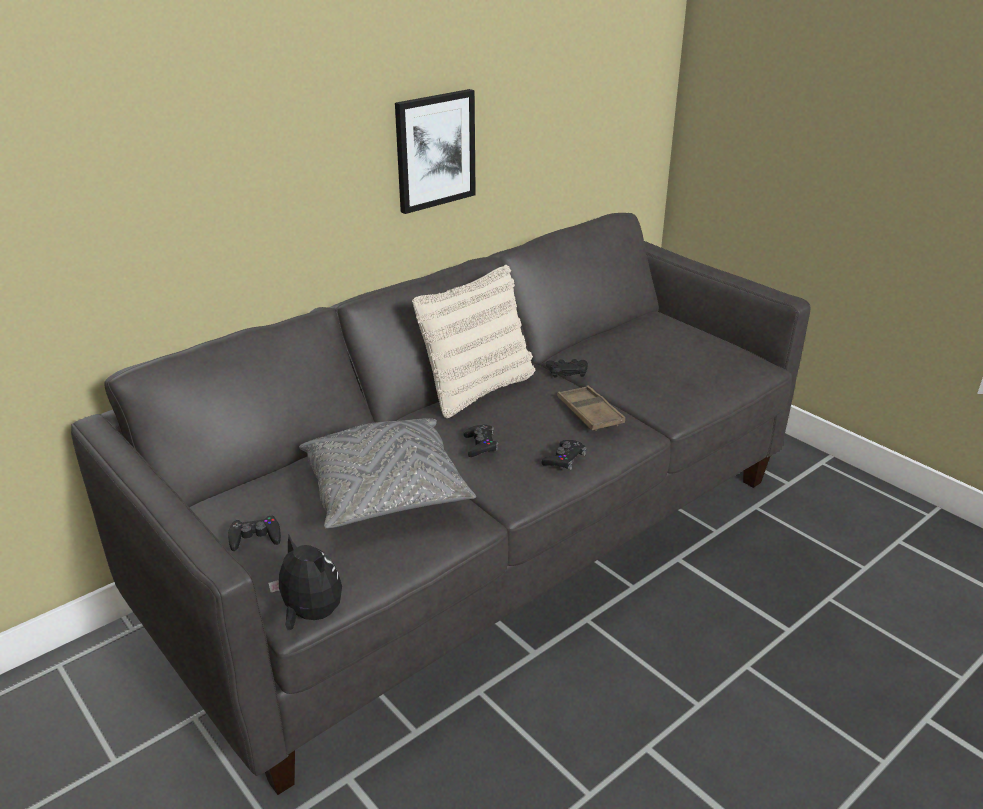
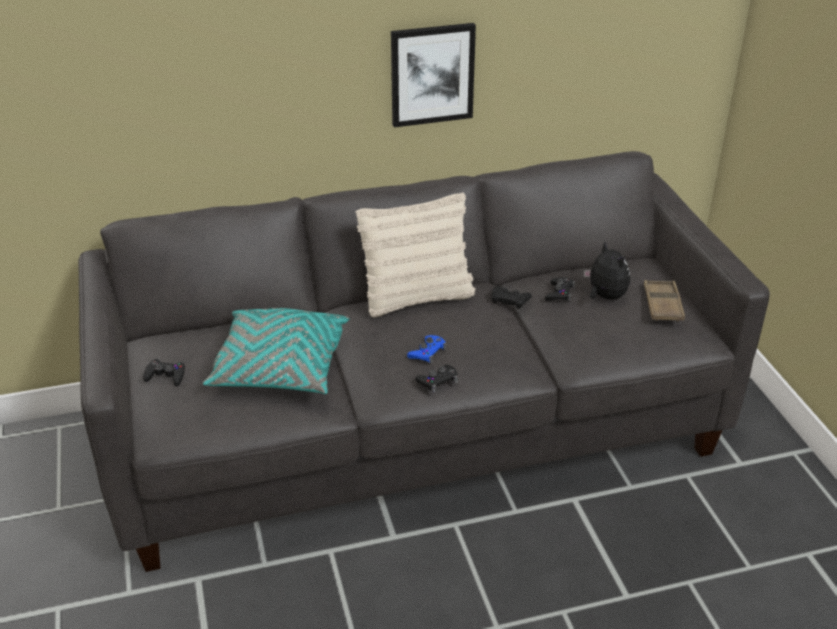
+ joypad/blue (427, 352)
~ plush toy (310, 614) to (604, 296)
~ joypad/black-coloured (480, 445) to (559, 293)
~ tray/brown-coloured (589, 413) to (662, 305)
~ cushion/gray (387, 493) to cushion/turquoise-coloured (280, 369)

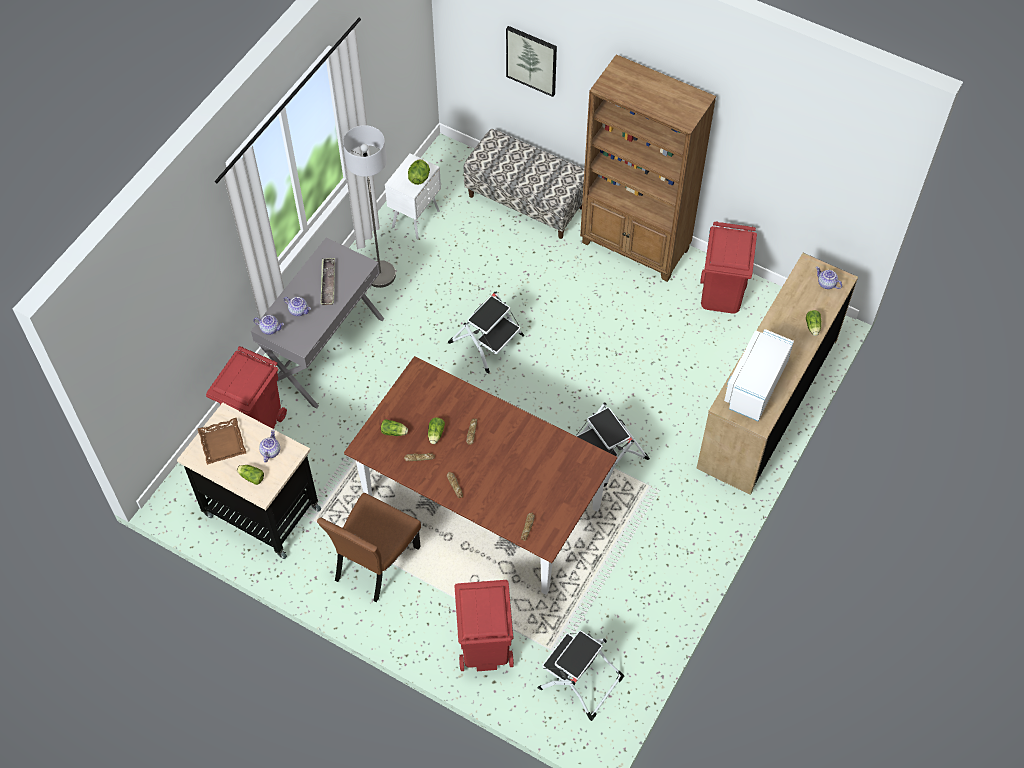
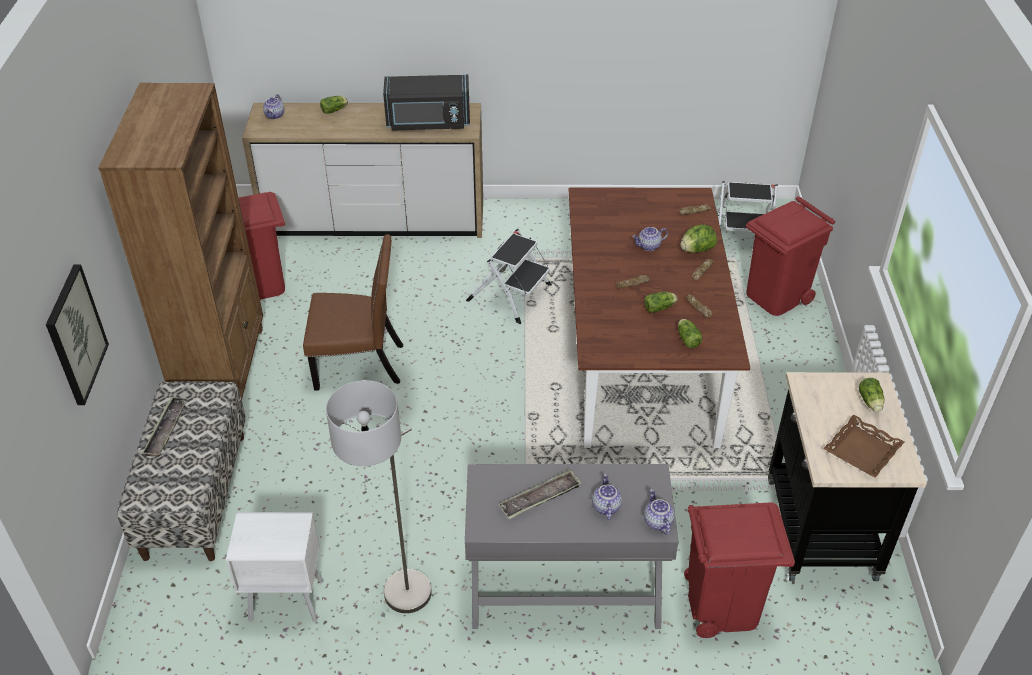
- step ladder (486, 341)
+ tray (166, 429)
~ pot for tea (270, 451) to (649, 246)
~ upright chair/brown-coloured (376, 560) to (357, 365)
~ lettuce head (419, 177) to (696, 250)
~ kitchen microwave/white (754, 384) to kitchen microwave/black-coloured (428, 122)

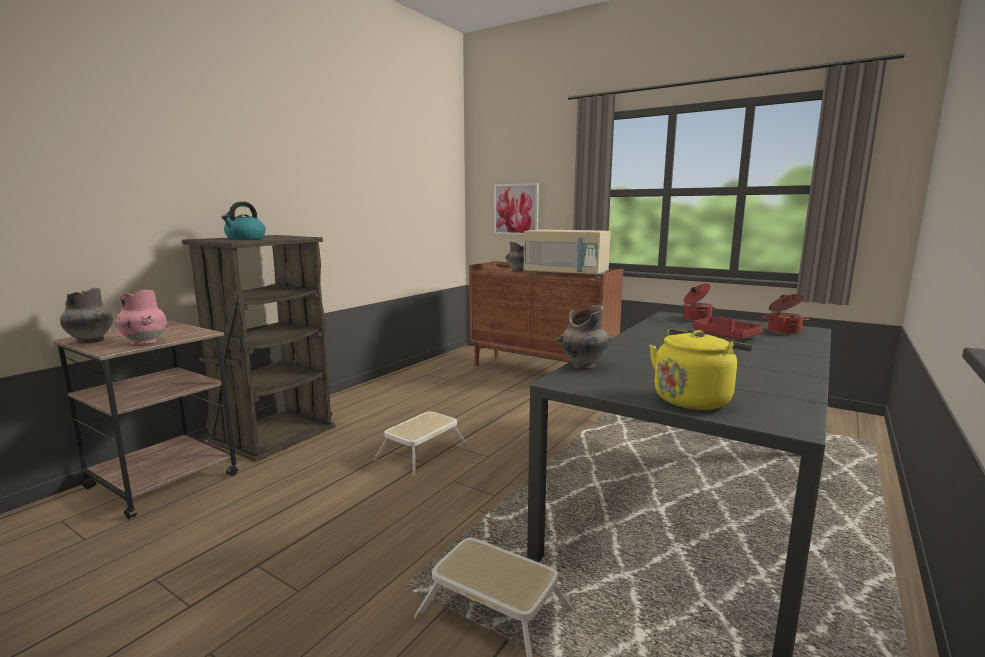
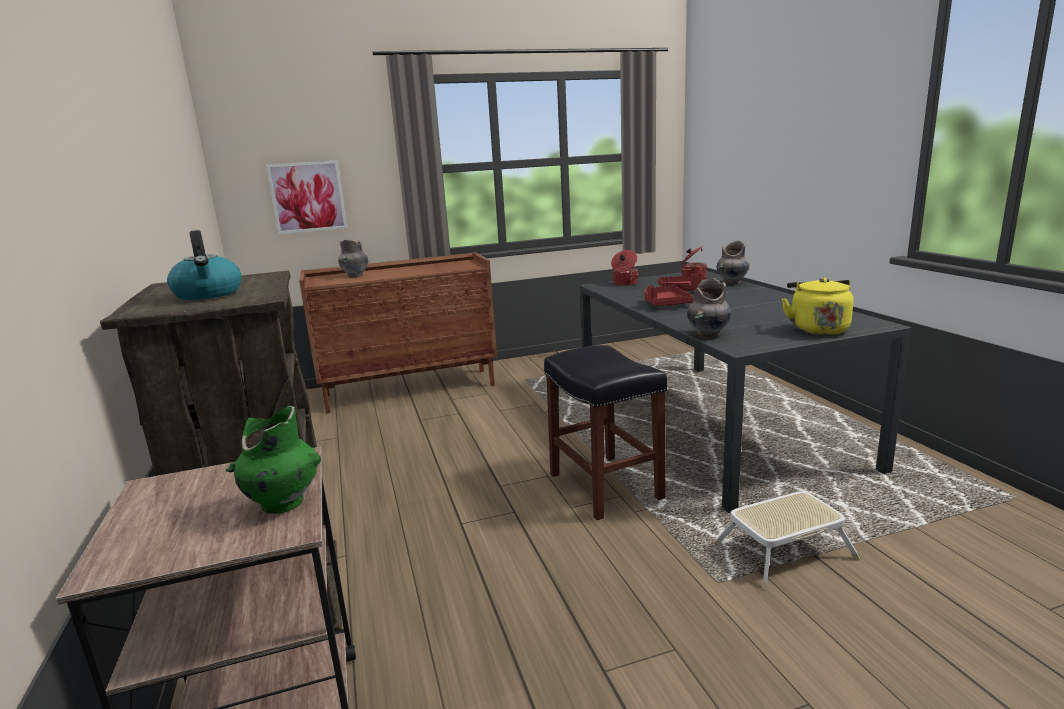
- step ladder/sand-coloured (422, 453)
- kitchen microwave/sand-coloured (566, 275)
+ sitting stool/black-coloured (603, 486)
+ tray/red (665, 304)
~ decorative vase/gray (90, 341) to (731, 282)
~ decorative vase/pinkish (144, 342) to decorative vase/green-coloured (282, 503)

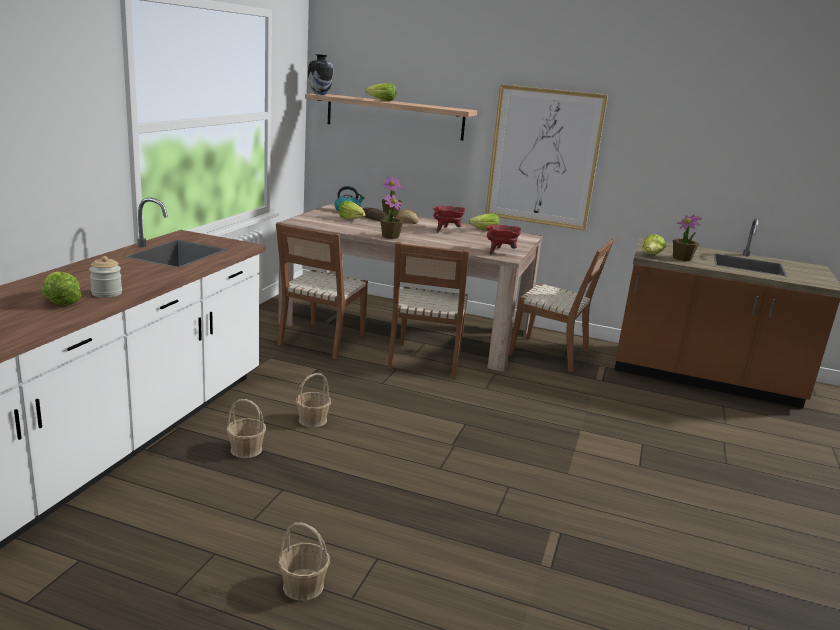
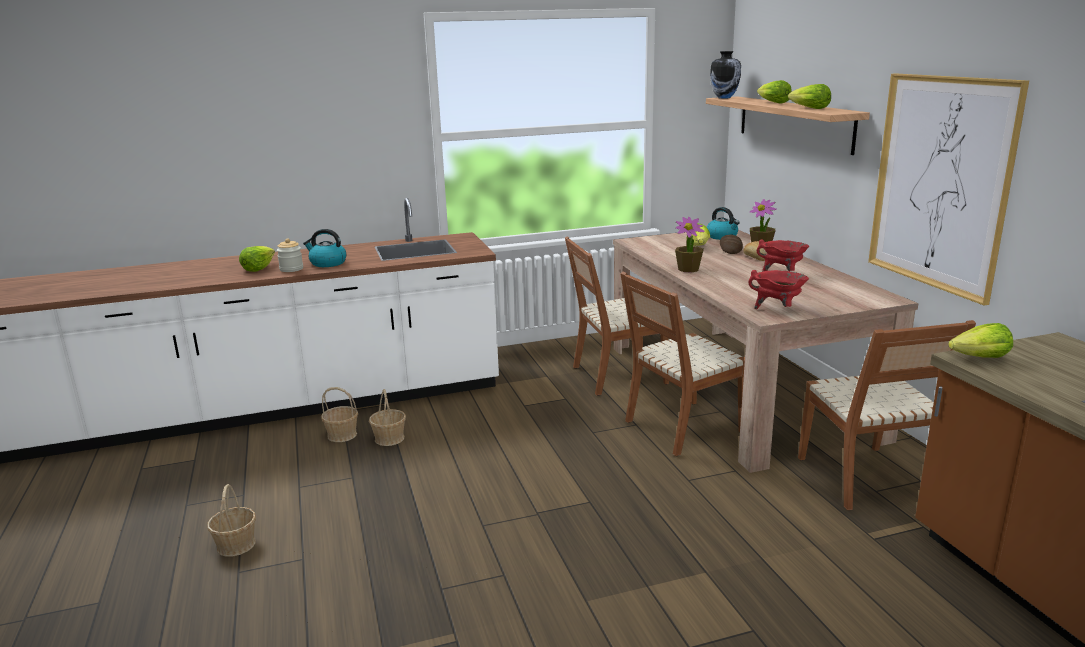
- plant in a pot (682, 258)
+ kettle (327, 263)
~ basket (313, 420) to (342, 435)
~ lettuce head (484, 230) to (809, 108)

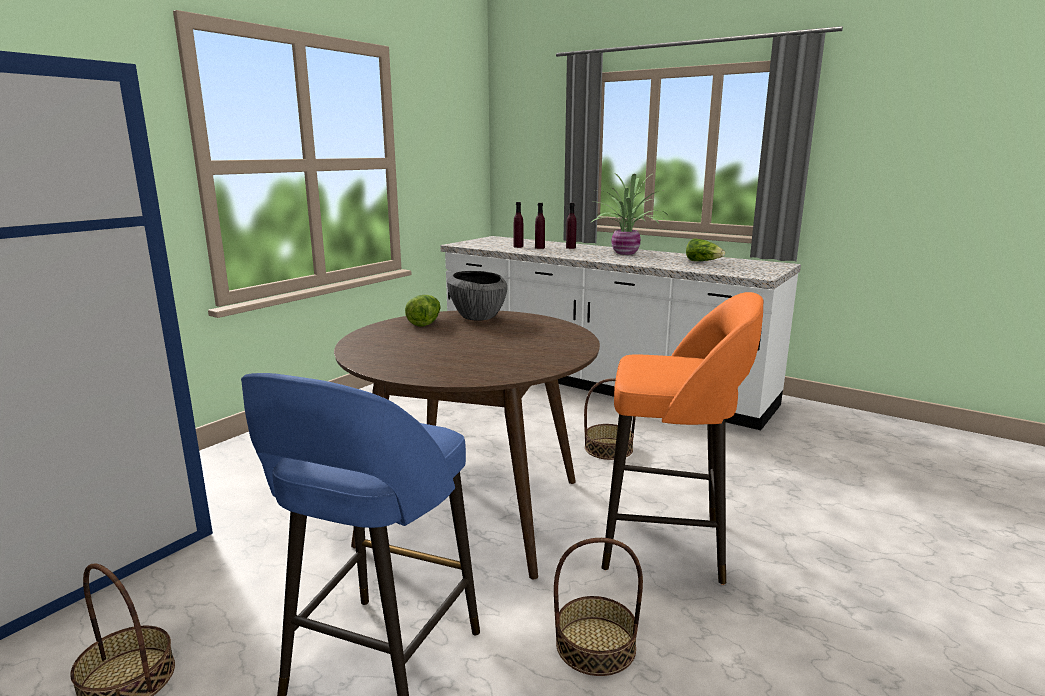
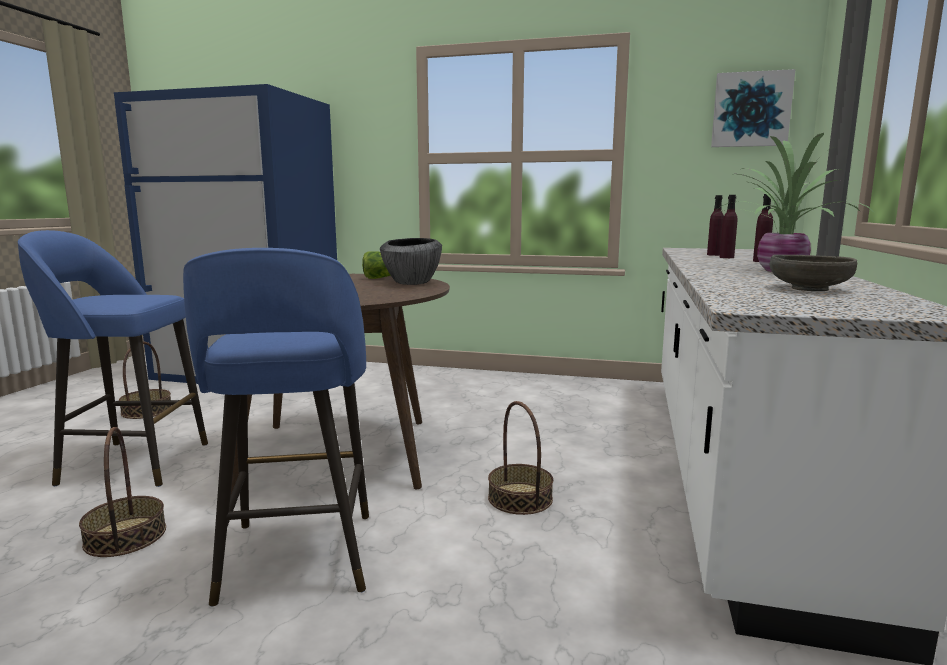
+ wall art (751, 109)
~ lettuce head (703, 262) to bowl/gray (809, 289)
~ sitting stool/orange (667, 544) to sitting stool/blue (297, 559)

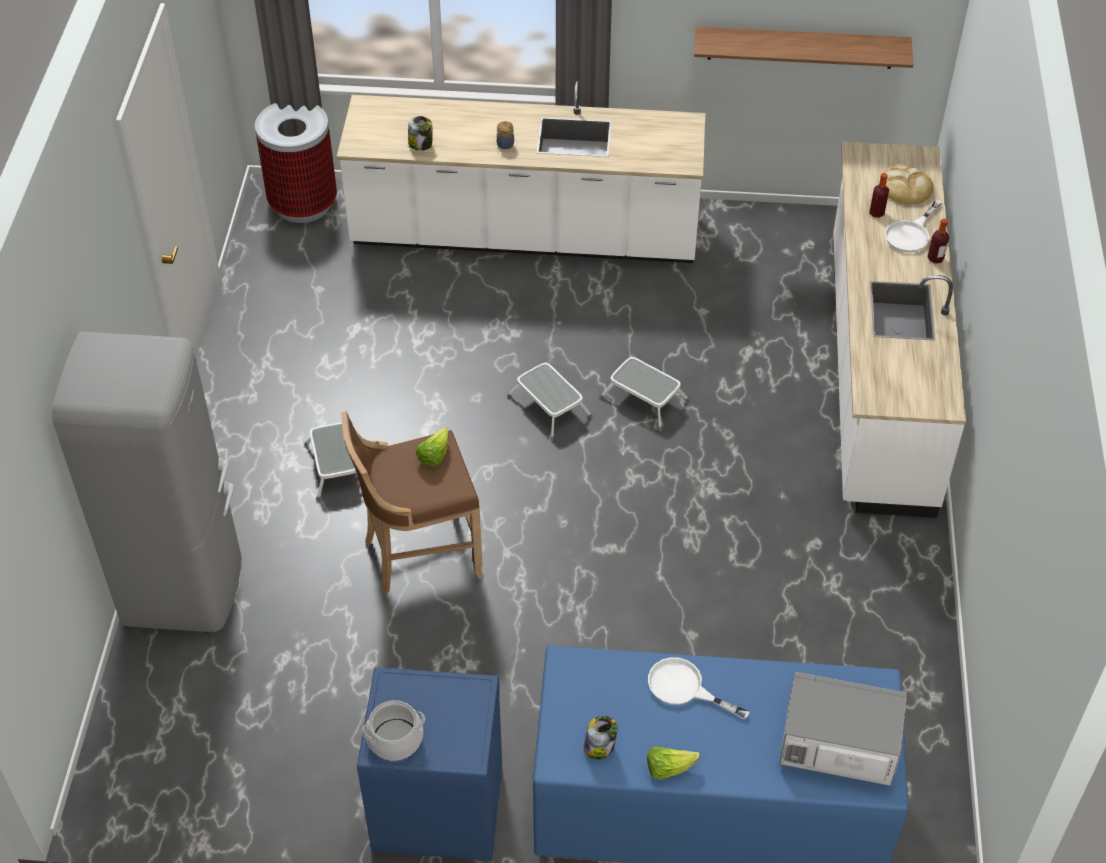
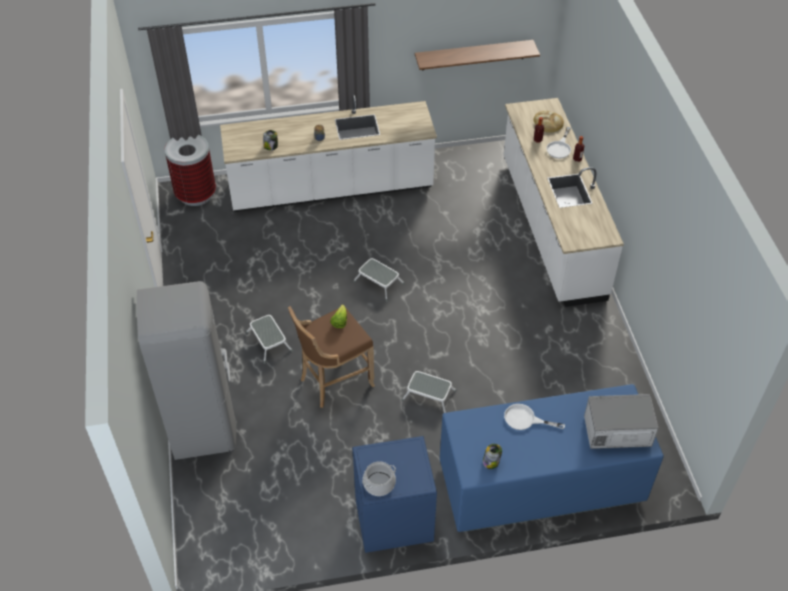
- lettuce head (668, 768)
~ step ladder/gray (644, 398) to (429, 395)

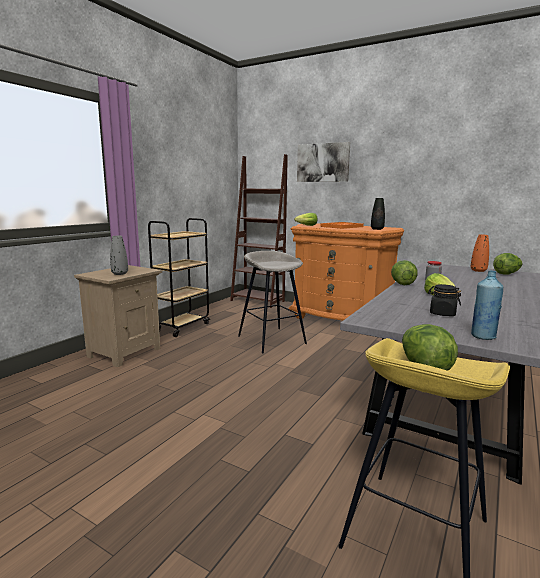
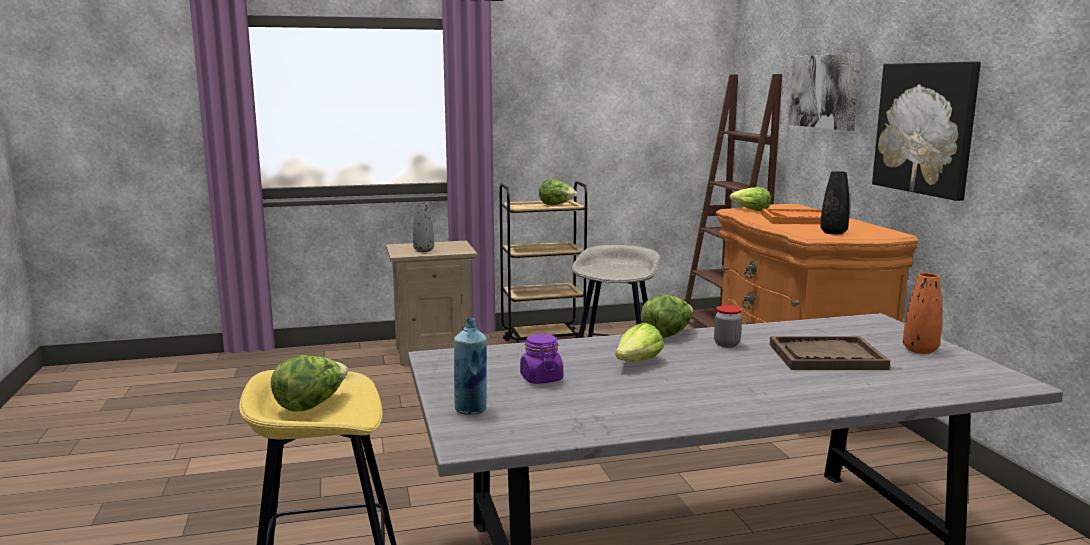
+ tray/brown-coloured (826, 357)
+ wall art (925, 128)
~ lettuce head (507, 274) to (556, 205)
~ preserve jar/black-coloured (442, 313) to preserve jar/purple-coloured (541, 378)

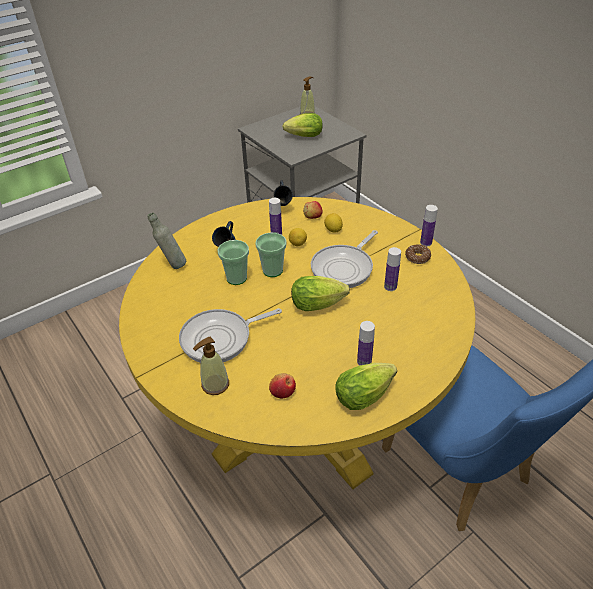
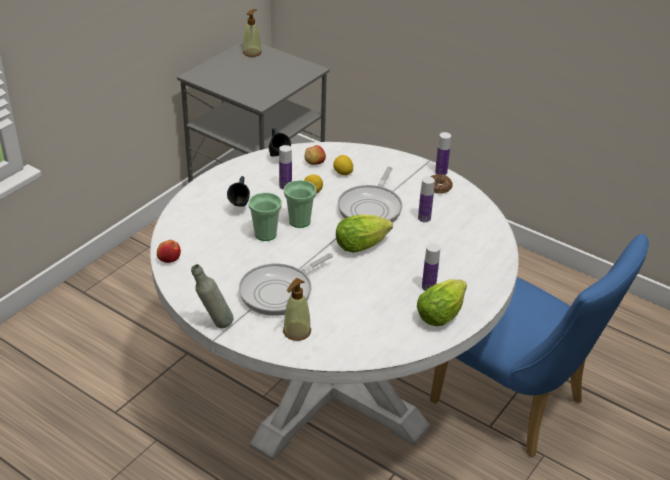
- lettuce head (302, 136)
~ bottle/gray (172, 265) to (214, 324)
~ apple fruit (282, 392) to (169, 259)
~ kitchen table/yellowish (300, 412) to kitchen table/white (330, 385)

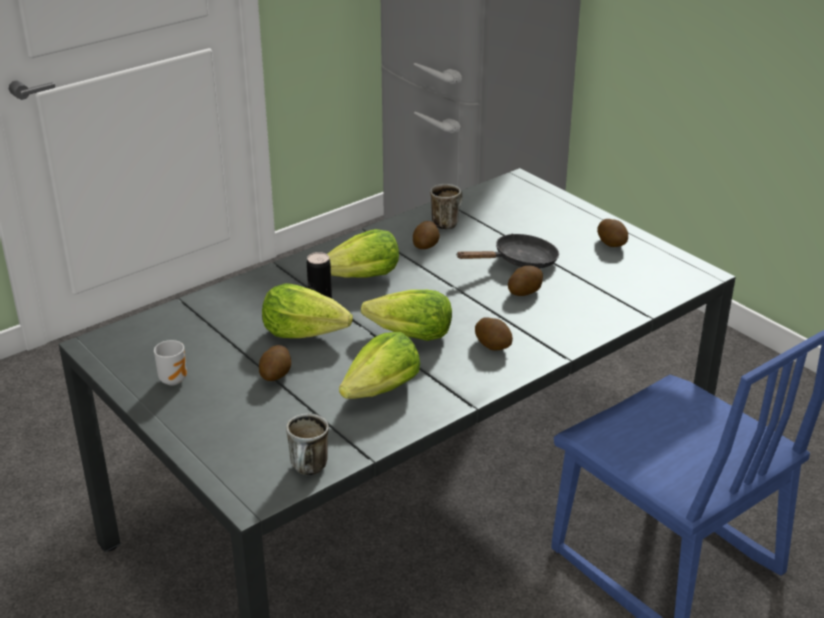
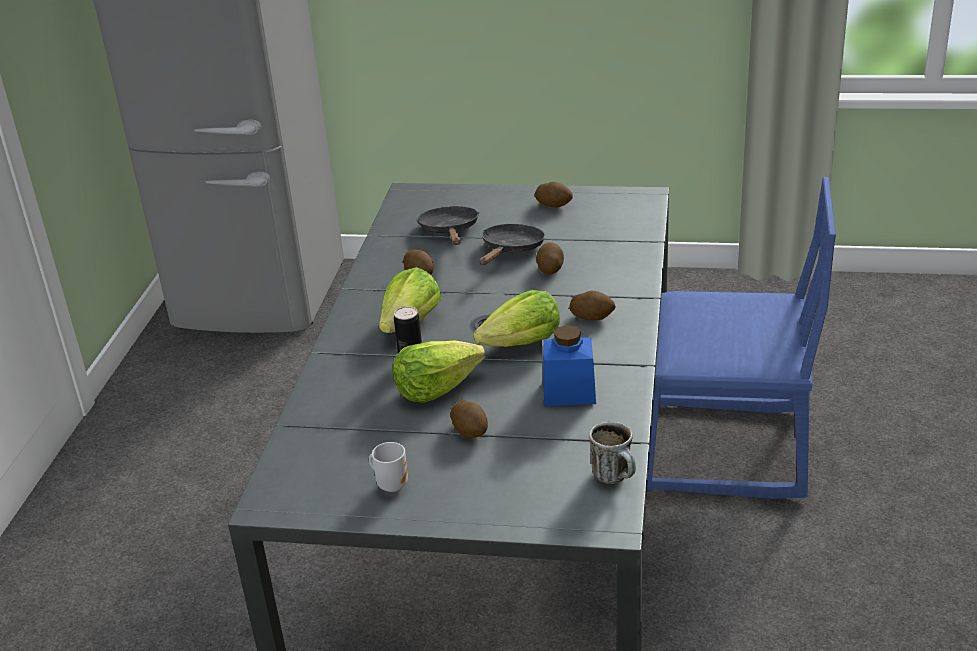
- tea mug (447, 222)
+ skillet/black-coloured (450, 231)
~ lettuce head (382, 390) to preserve jar/blue (569, 392)

